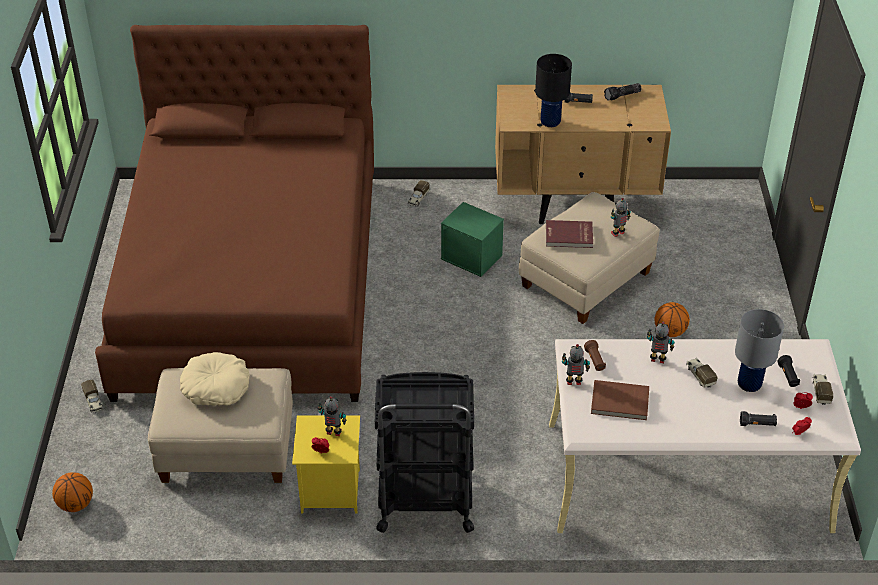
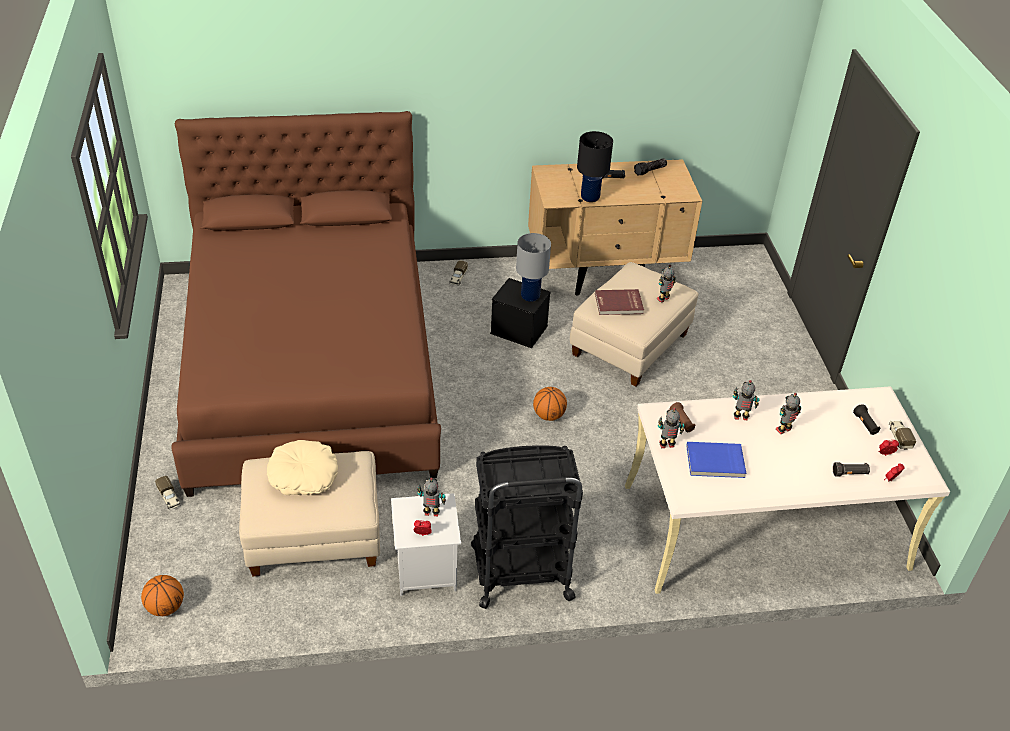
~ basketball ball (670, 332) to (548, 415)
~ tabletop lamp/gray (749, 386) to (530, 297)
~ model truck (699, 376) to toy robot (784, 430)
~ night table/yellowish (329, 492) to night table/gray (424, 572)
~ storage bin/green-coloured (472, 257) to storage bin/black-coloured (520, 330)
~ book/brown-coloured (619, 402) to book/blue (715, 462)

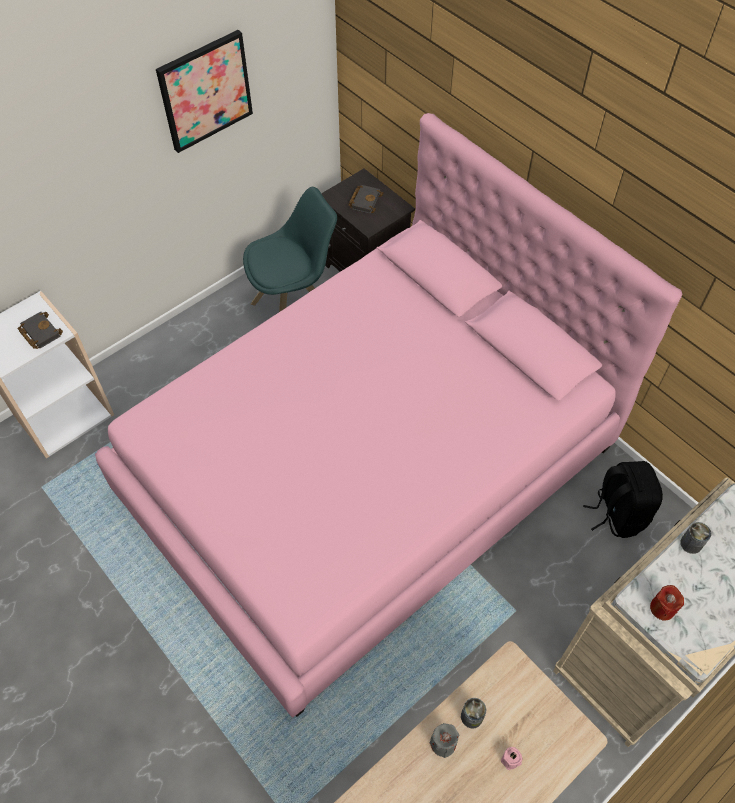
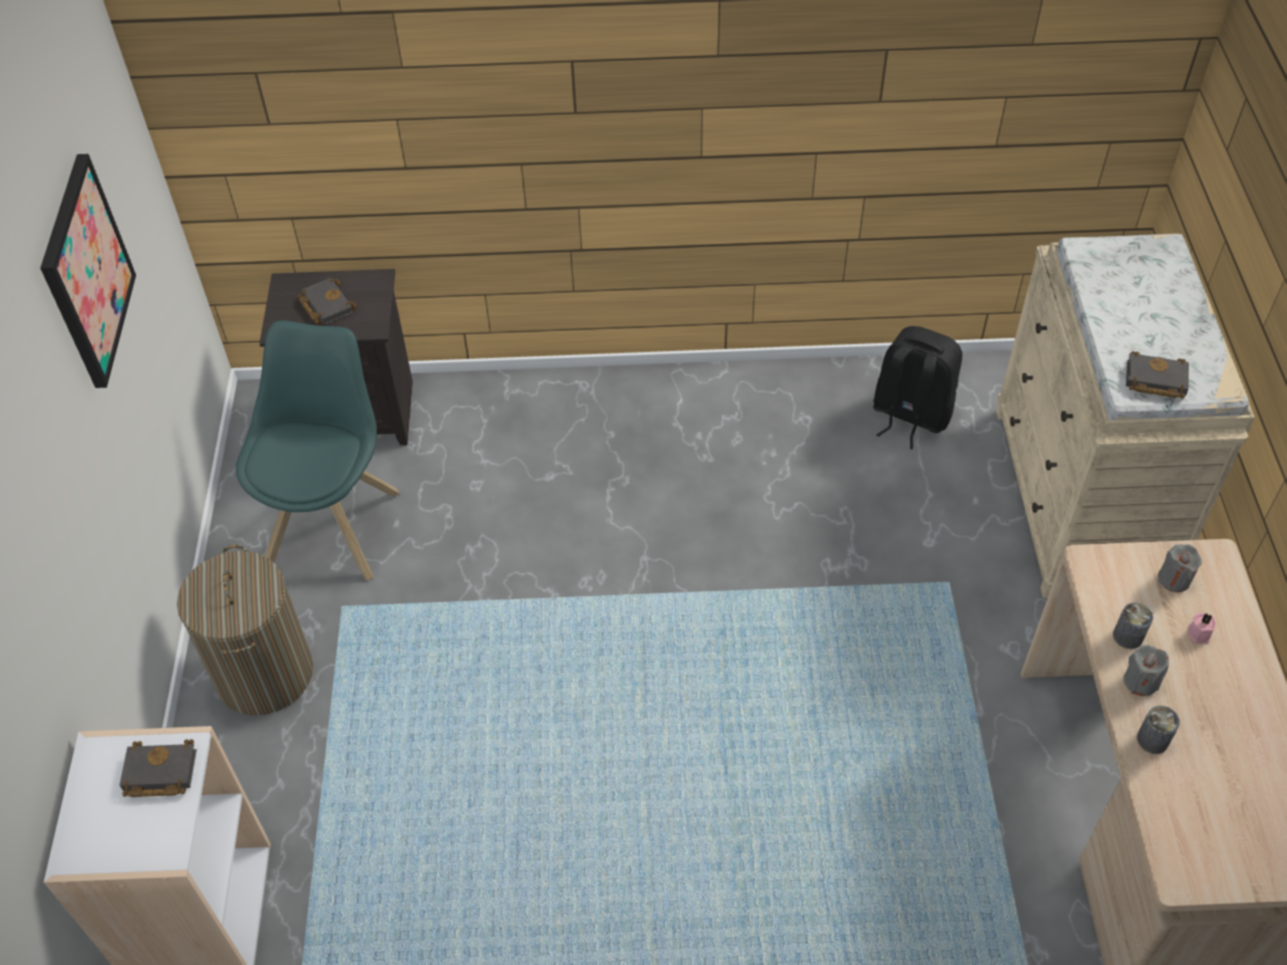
- sleeping bed/pinkish (369, 470)
+ washing basket (264, 674)
+ wax candle/gray (1174, 579)
~ can (691, 544) to (1152, 740)
~ wax candle/red (662, 608) to book/black-coloured (1153, 380)

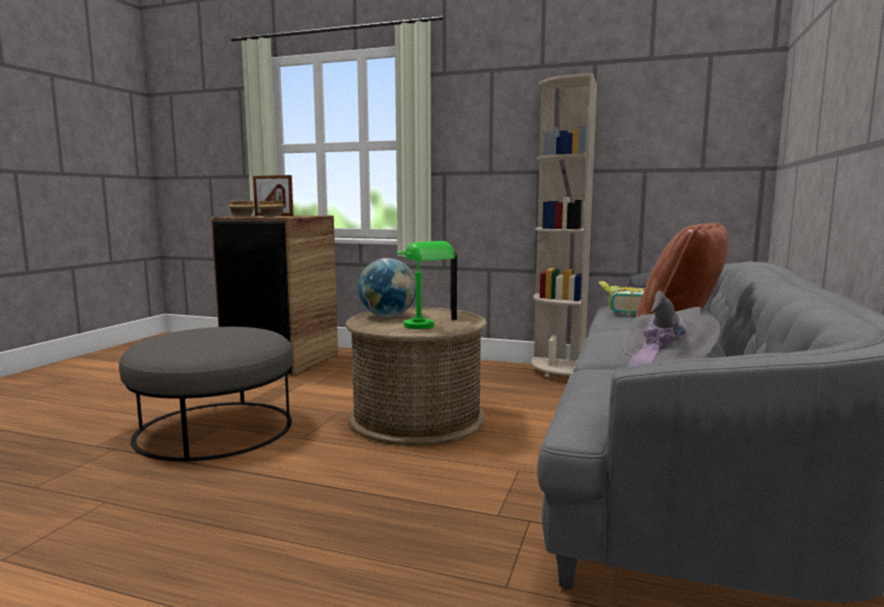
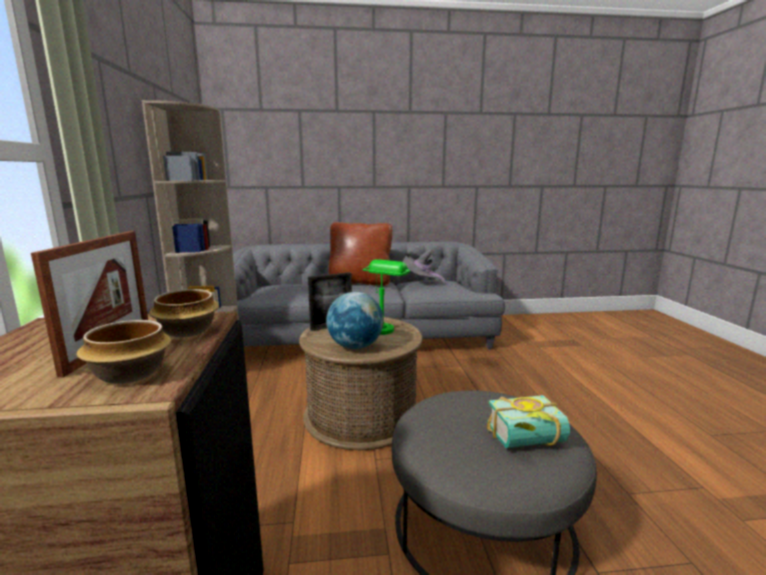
~ book (621, 311) to (529, 441)

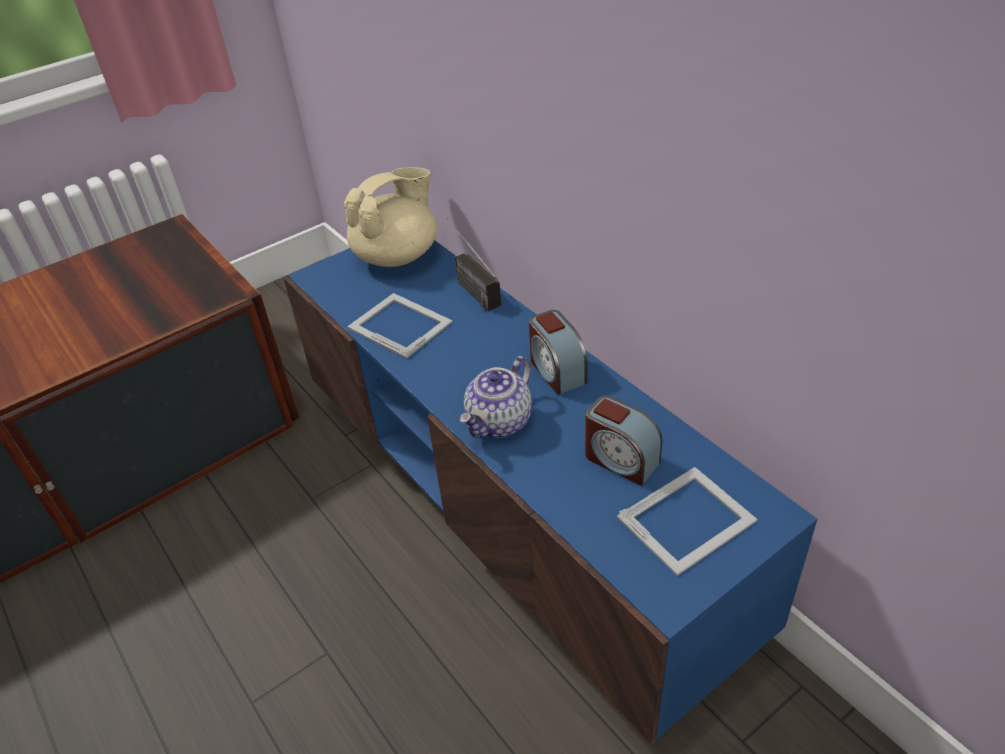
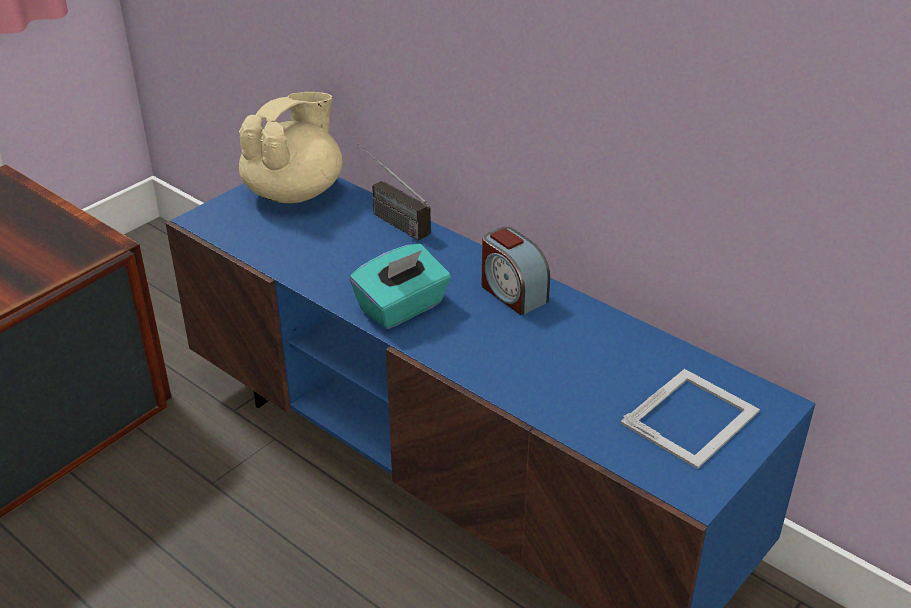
- photo frame (399, 324)
- pot for tea (500, 422)
- table clock (620, 459)
+ tissue box/turquoise-coloured (402, 308)

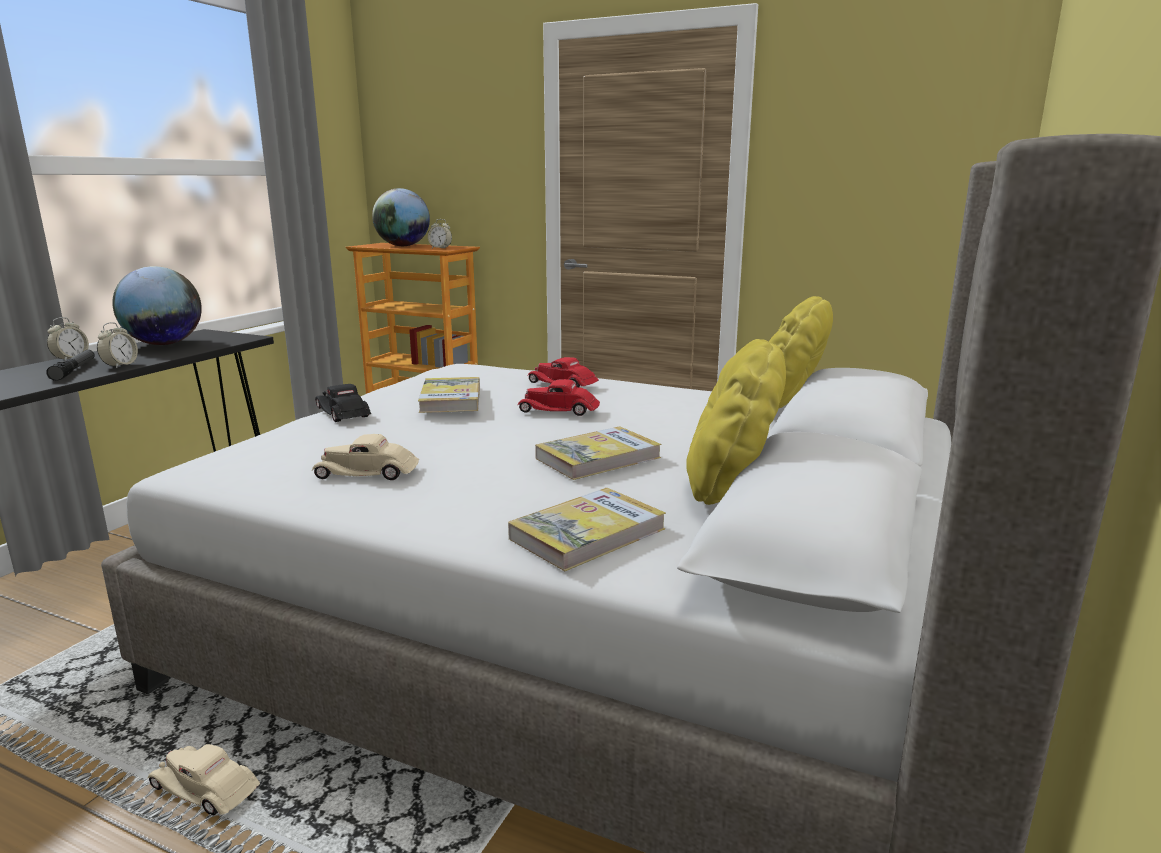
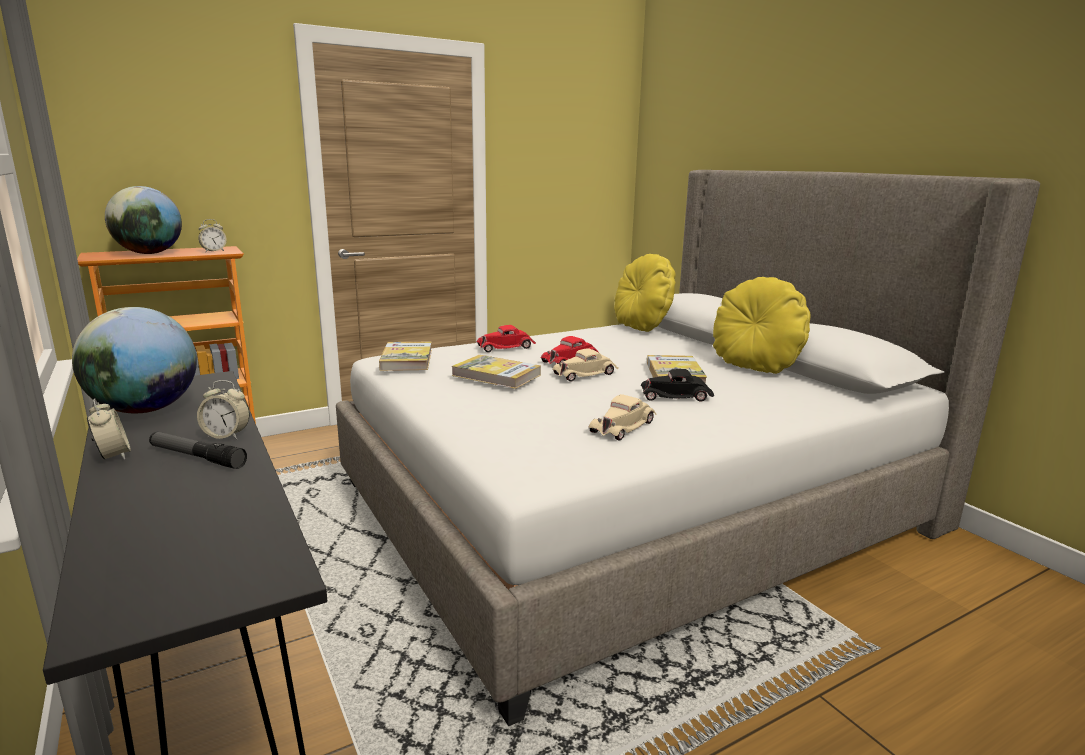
~ toy car/sand-coloured (206, 788) to (586, 374)
~ toy car/black-coloured (343, 413) to (676, 396)
~ book (587, 534) to (407, 359)
~ table clock (120, 365) = (226, 436) 135 degrees clockwise

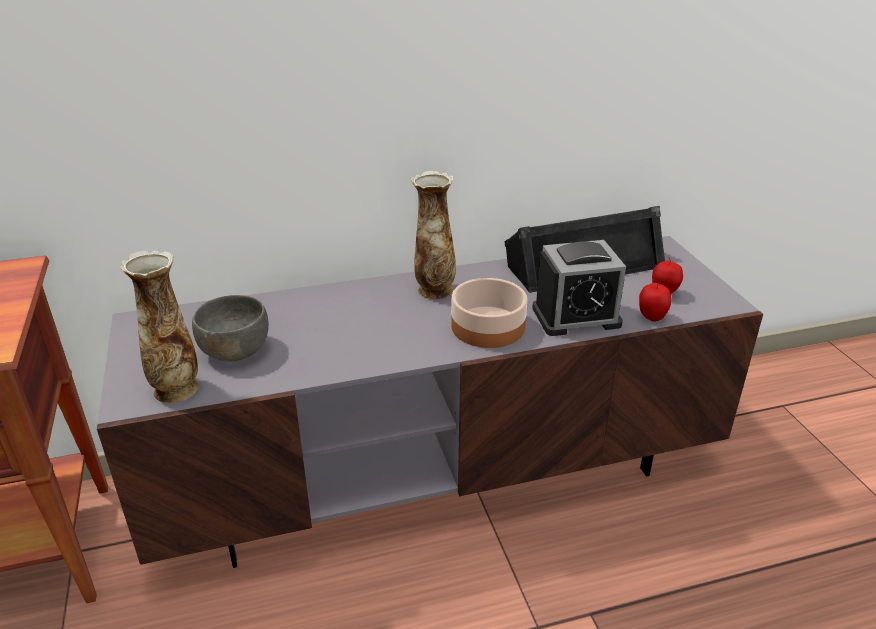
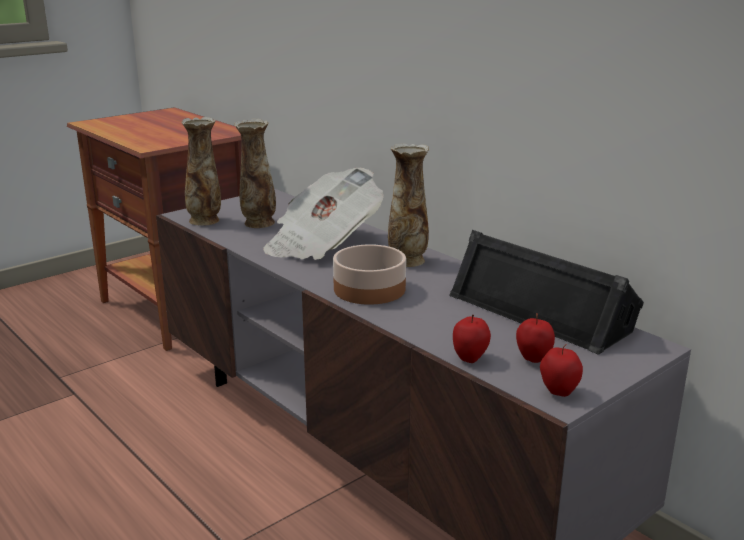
- table clock (576, 317)
+ newspaper (322, 244)
+ apple fruit (558, 392)
~ bowl/gray (234, 350) to decorative vase (258, 223)

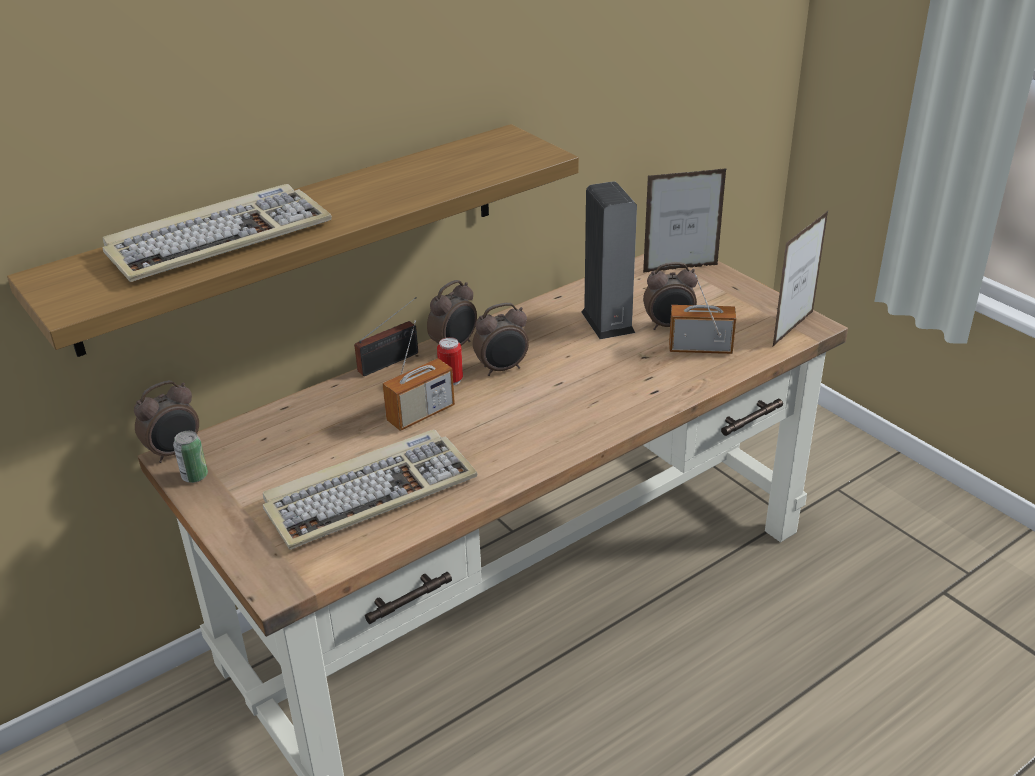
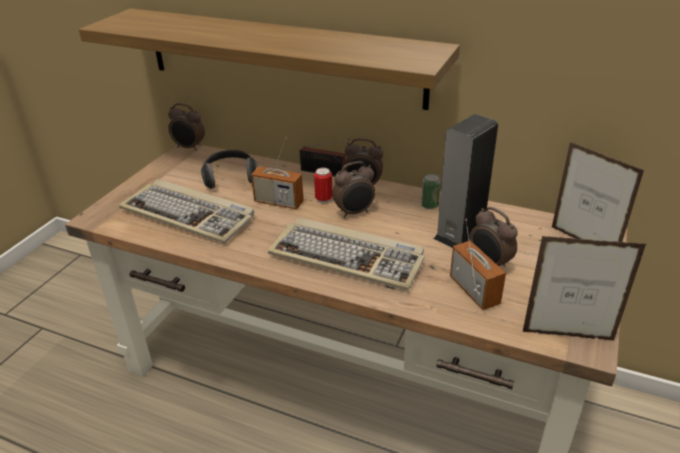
+ headphones (230, 177)
~ keyboard (219, 238) to (348, 257)
~ can (195, 476) to (429, 205)
~ table clock (502, 369) = (354, 213) 60 degrees counterclockwise

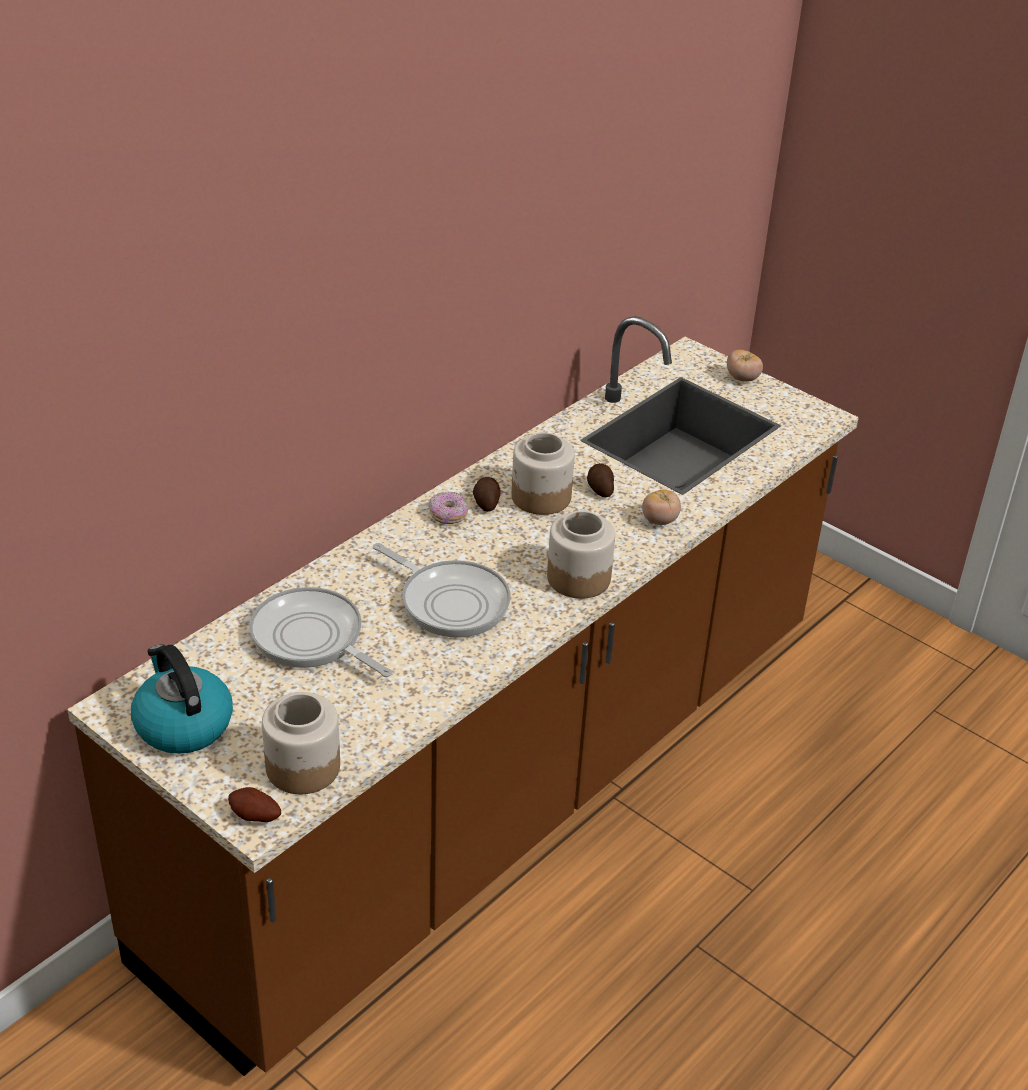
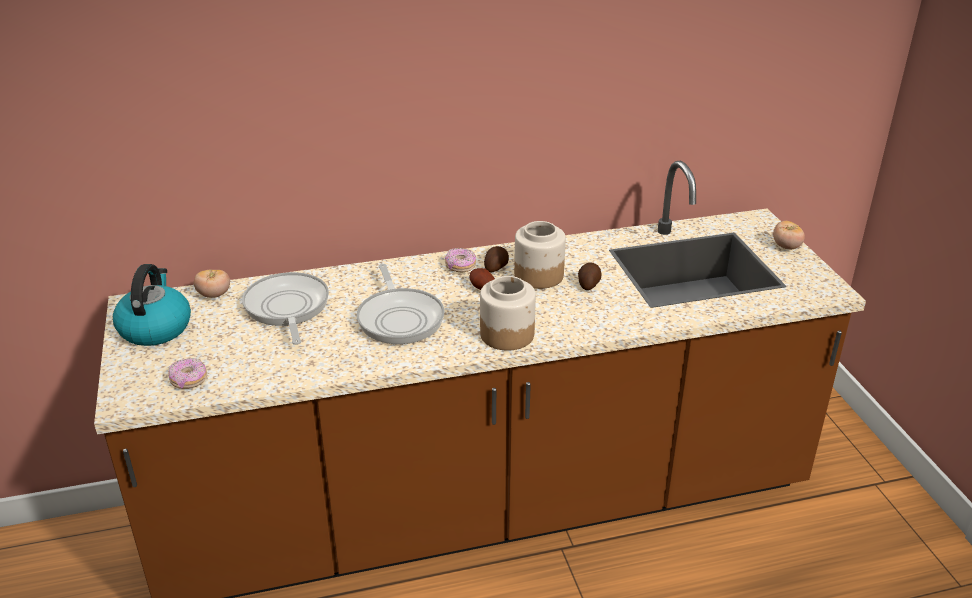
~ whole potato (254, 817) to (482, 289)
~ tomato (659, 520) to (214, 295)
~ preserve jar (302, 767) to doughnut (189, 380)

